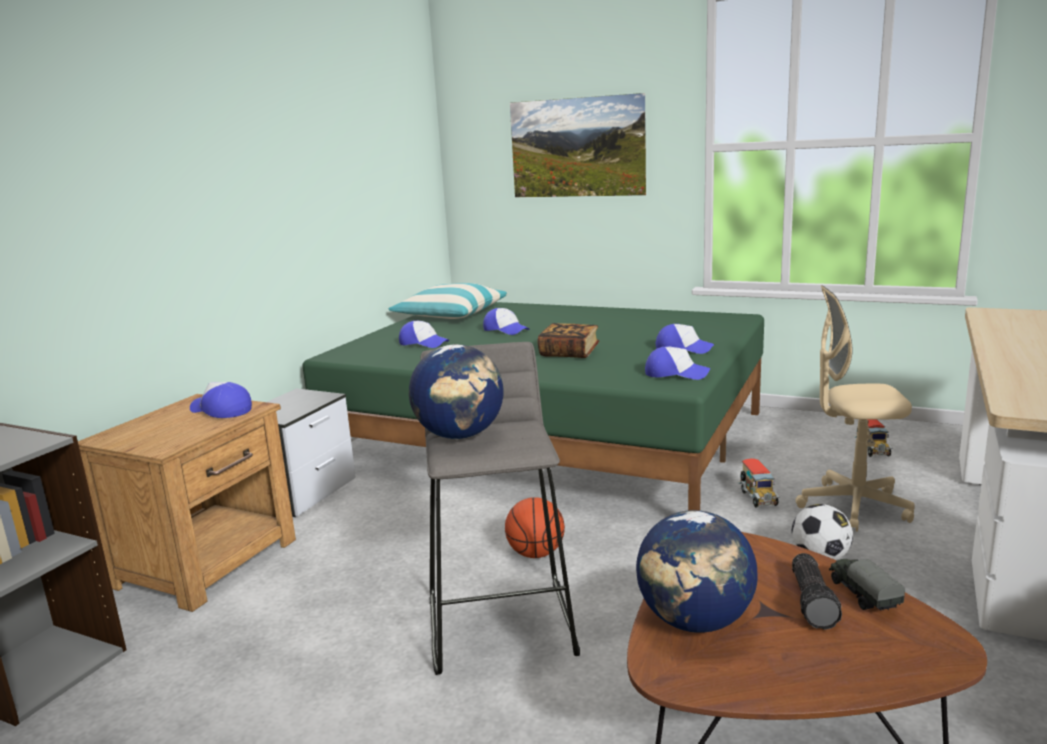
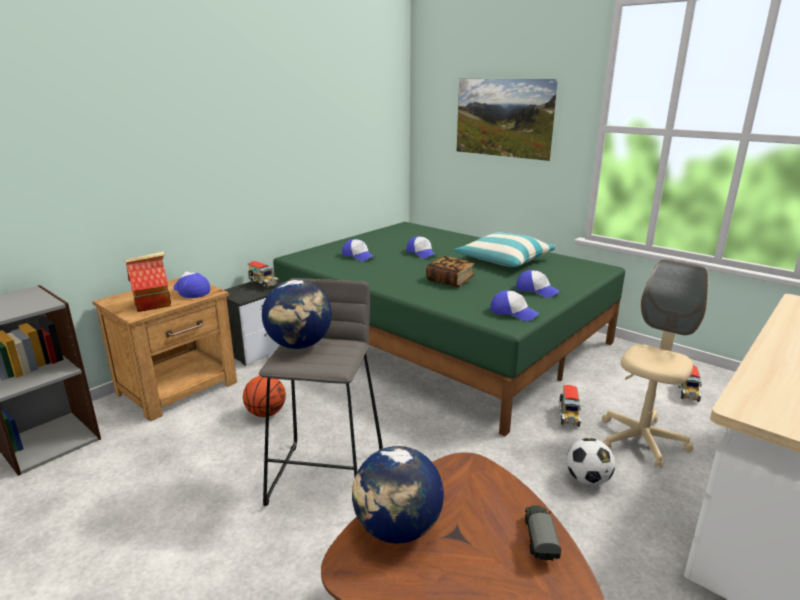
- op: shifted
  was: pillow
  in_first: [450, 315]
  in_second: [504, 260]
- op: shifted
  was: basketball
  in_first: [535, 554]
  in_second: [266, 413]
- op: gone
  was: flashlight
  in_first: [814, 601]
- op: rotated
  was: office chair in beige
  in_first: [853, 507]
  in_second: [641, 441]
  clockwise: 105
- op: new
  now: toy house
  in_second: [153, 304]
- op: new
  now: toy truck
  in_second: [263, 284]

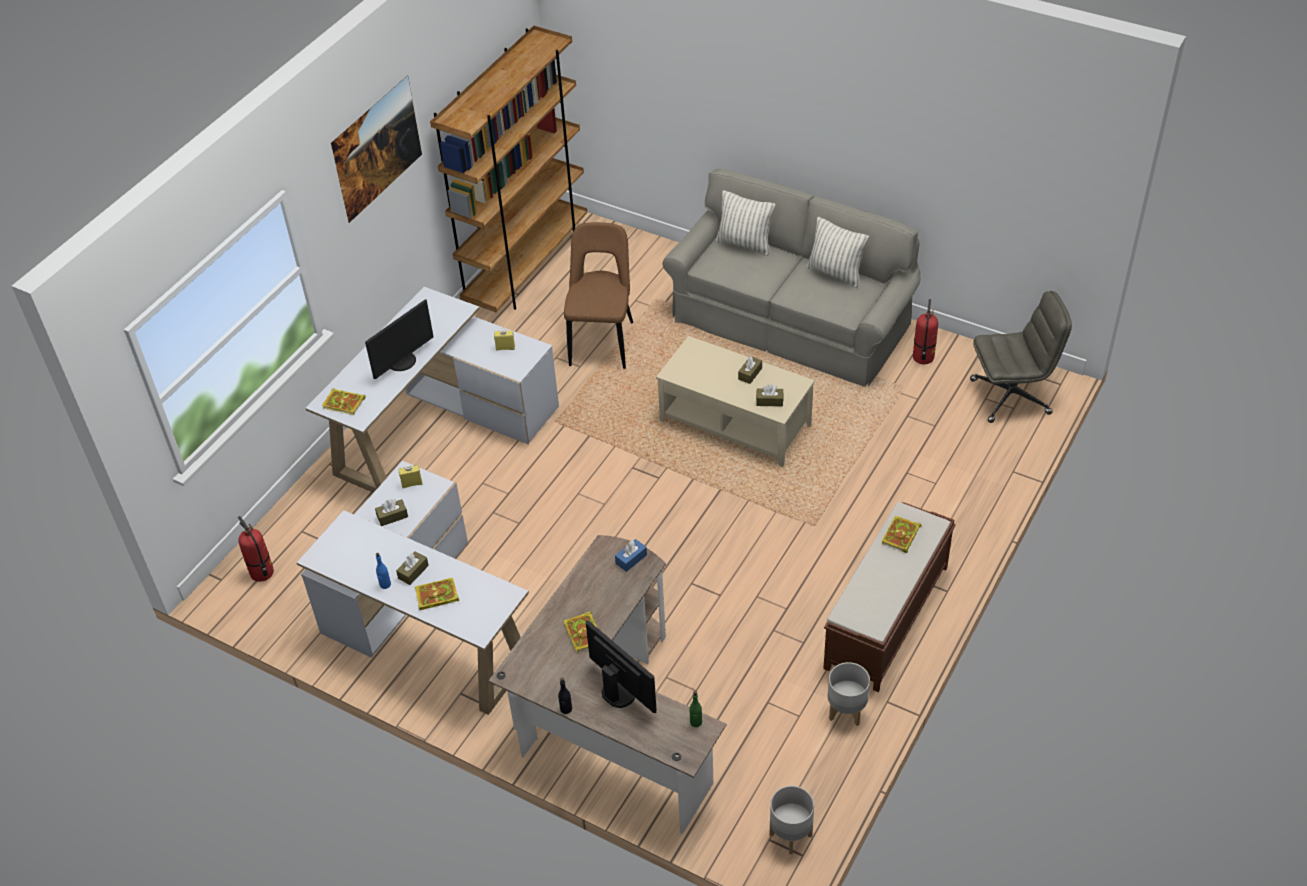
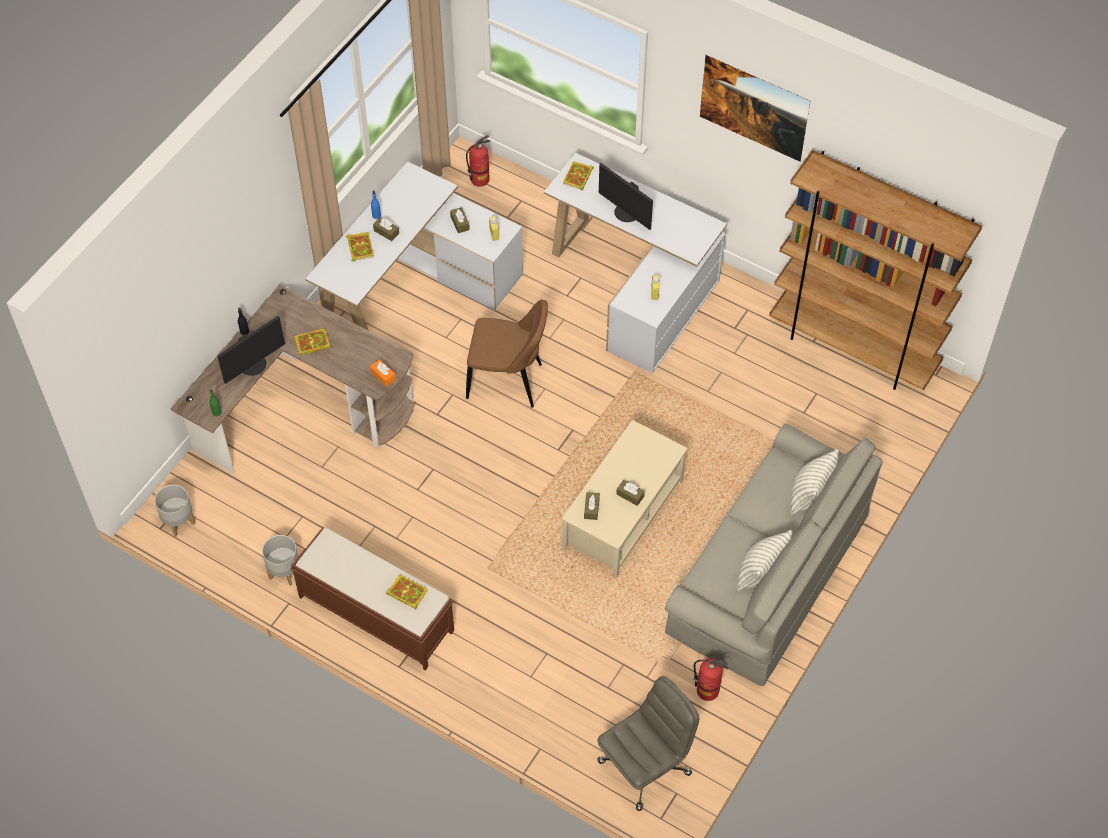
- op: shifted
  was: chair in brown
  in_first: [602, 341]
  in_second: [508, 382]
- op: repainted
  was: tissue box in blue
  now: tissue box in orange
  in_first: [631, 559]
  in_second: [383, 375]
- op: rotated
  was: office chair in grey
  in_first: [1011, 396]
  in_second: [645, 766]
  clockwise: -120

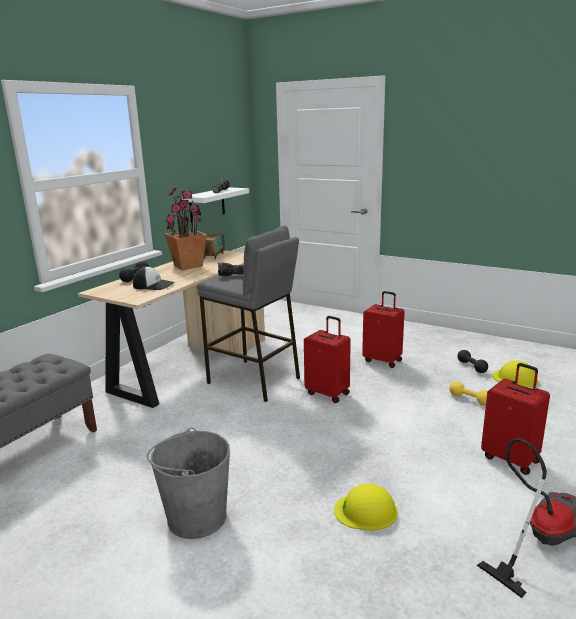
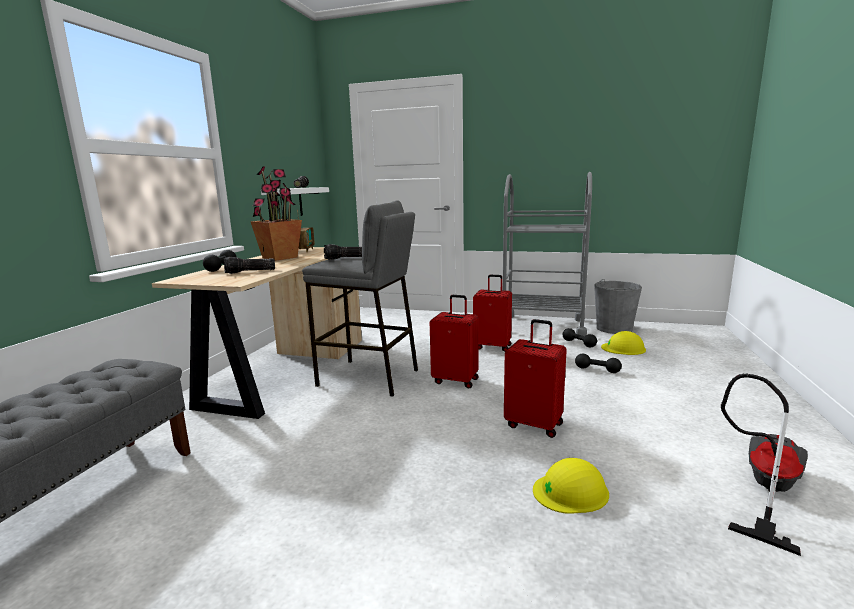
- op: swapped
  was: cap
  now: flashlight
  in_first: [154, 285]
  in_second: [250, 272]
- op: shifted
  was: bucket in grey
  in_first: [196, 517]
  in_second: [613, 328]
- op: repainted
  was: dumbbell in yellow
  now: dumbbell in black
  in_first: [469, 399]
  in_second: [597, 370]
- op: shifted
  was: suitcase in red
  in_first: [511, 458]
  in_second: [534, 424]
- op: new
  now: cart in grey
  in_second: [542, 326]

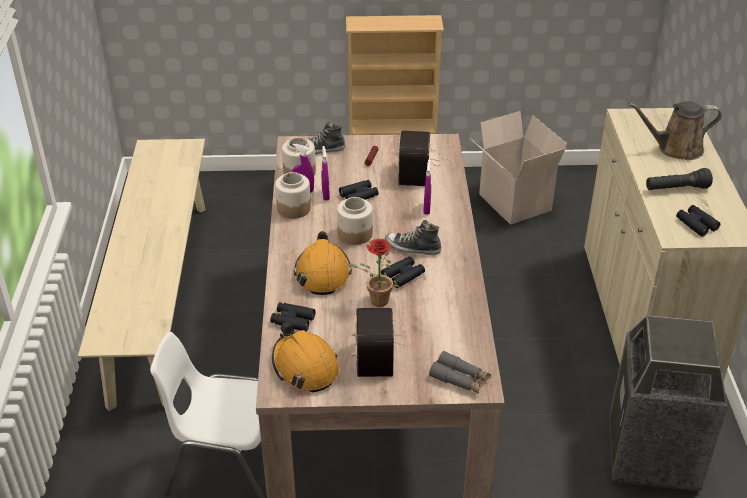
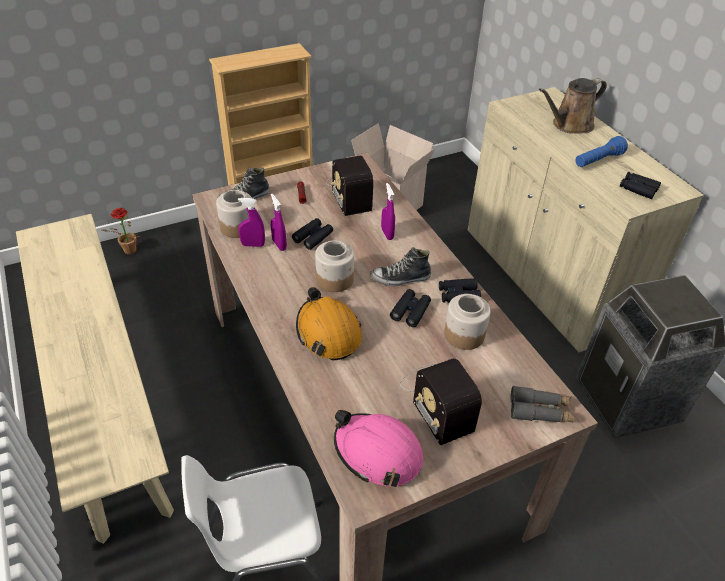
- op: shifted
  was: binoculars in black
  in_first: [292, 320]
  in_second: [458, 295]
- op: repainted
  was: hard hat in orange
  now: hard hat in pink
  in_first: [305, 366]
  in_second: [377, 453]
- op: shifted
  was: jar
  in_first: [293, 208]
  in_second: [463, 334]
- op: shifted
  was: potted plant
  in_first: [375, 302]
  in_second: [127, 252]
- op: repainted
  was: flashlight in black
  now: flashlight in blue
  in_first: [676, 189]
  in_second: [598, 161]

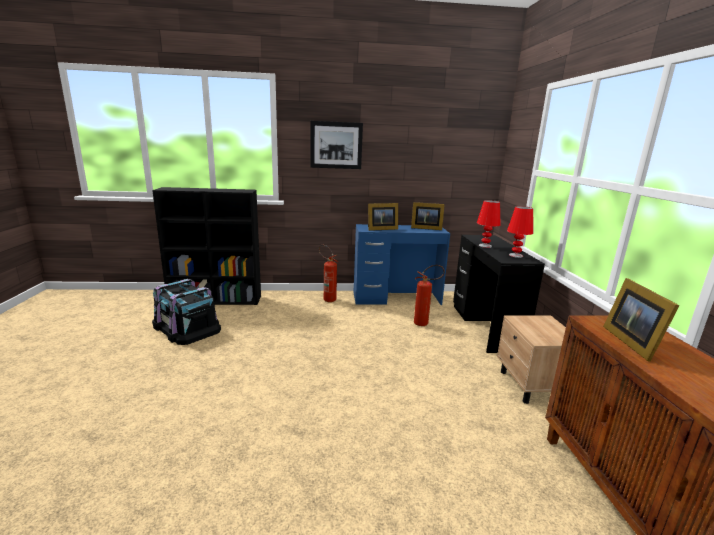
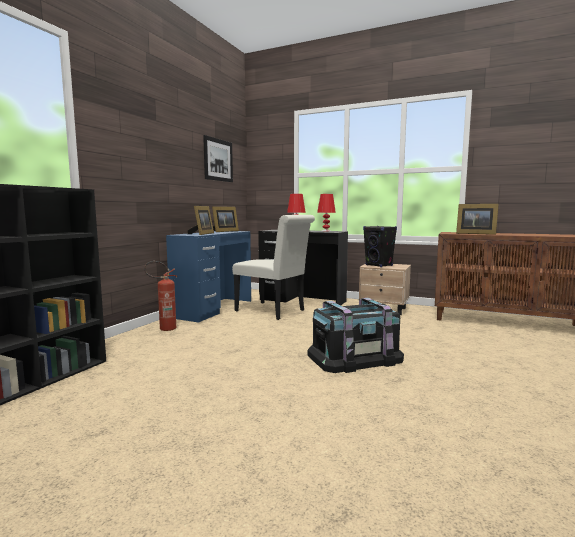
- op: shifted
  was: storage box in black
  in_first: [186, 327]
  in_second: [355, 357]
- op: shifted
  was: picture
  in_first: [336, 145]
  in_second: [218, 160]
- op: swapped
  was: fire extinguisher
  now: chair in white
  in_first: [424, 323]
  in_second: [273, 311]
- op: new
  now: speaker in black
  in_second: [379, 265]

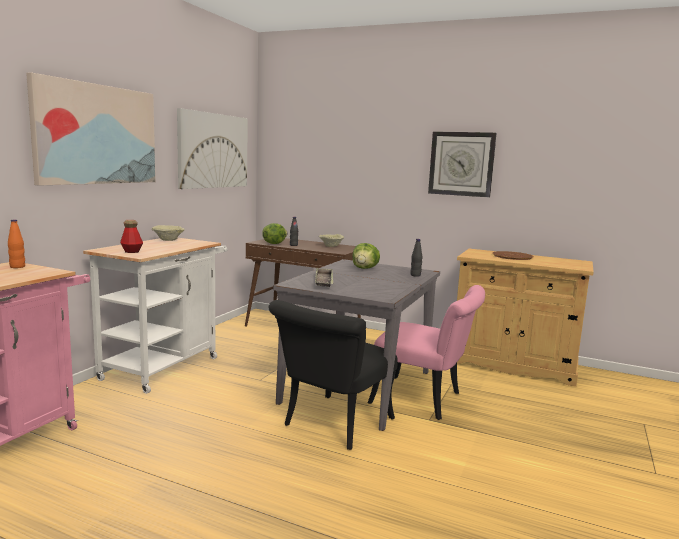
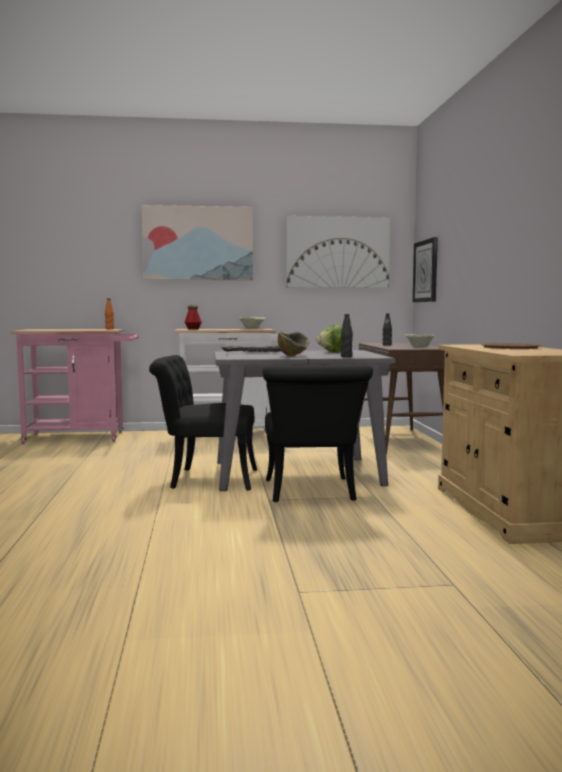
- op: gone
  was: lettuce
  in_first: [274, 243]
- op: repainted
  was: chair in pink
  now: chair in black
  in_first: [425, 400]
  in_second: [311, 493]
- op: shifted
  was: wall clock
  in_first: [461, 164]
  in_second: [426, 271]
- op: new
  now: bowl
  in_second: [293, 356]

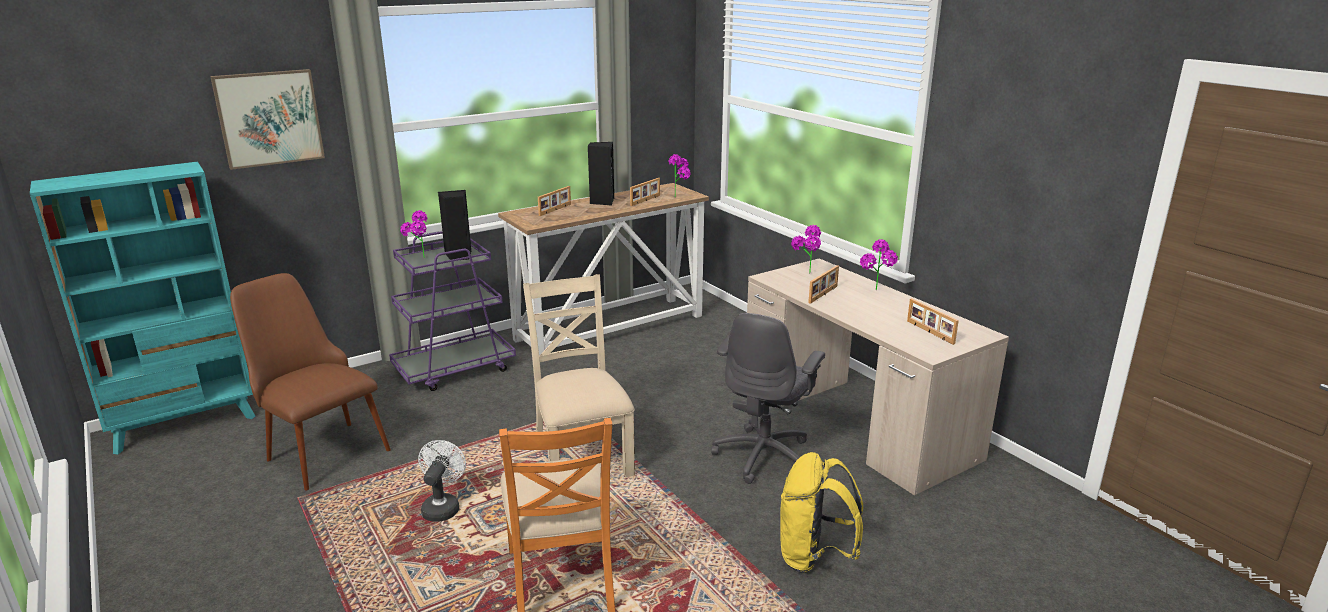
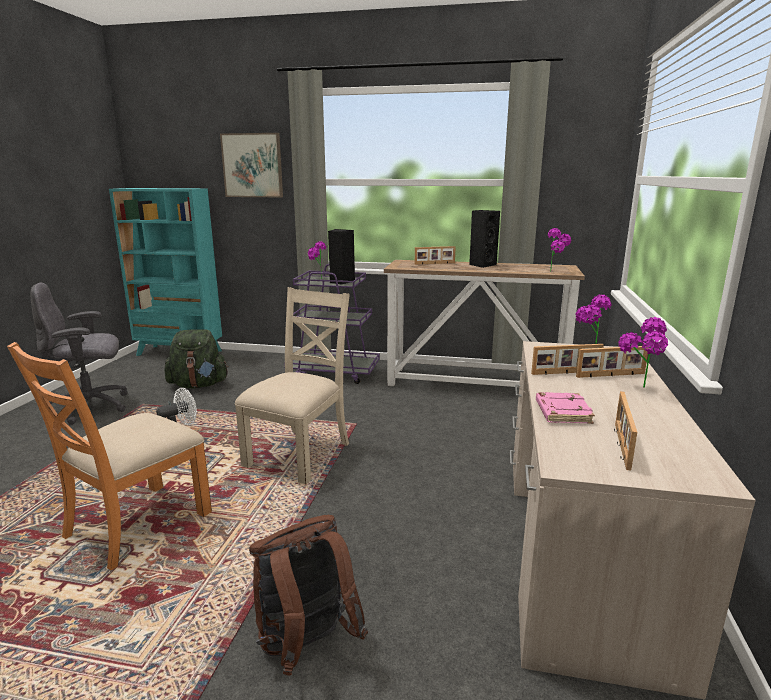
- op: swapped
  was: chair in brown
  now: backpack in green
  in_first: [319, 448]
  in_second: [199, 385]
- op: shifted
  was: picture frame
  in_first: [646, 200]
  in_second: [611, 375]
- op: shifted
  was: office chair in grey
  in_first: [764, 455]
  in_second: [91, 407]
- op: repainted
  was: backpack in yellow
  now: backpack in brown
  in_first: [814, 557]
  in_second: [306, 647]
- op: new
  now: book in pink
  in_second: [561, 412]

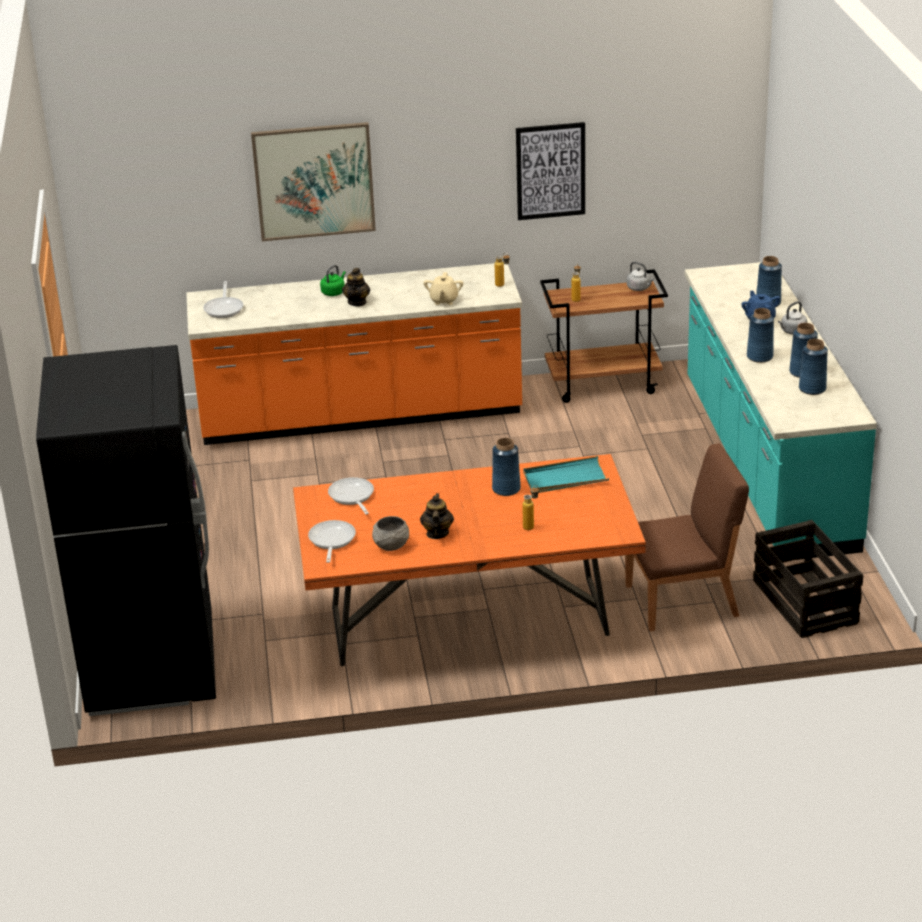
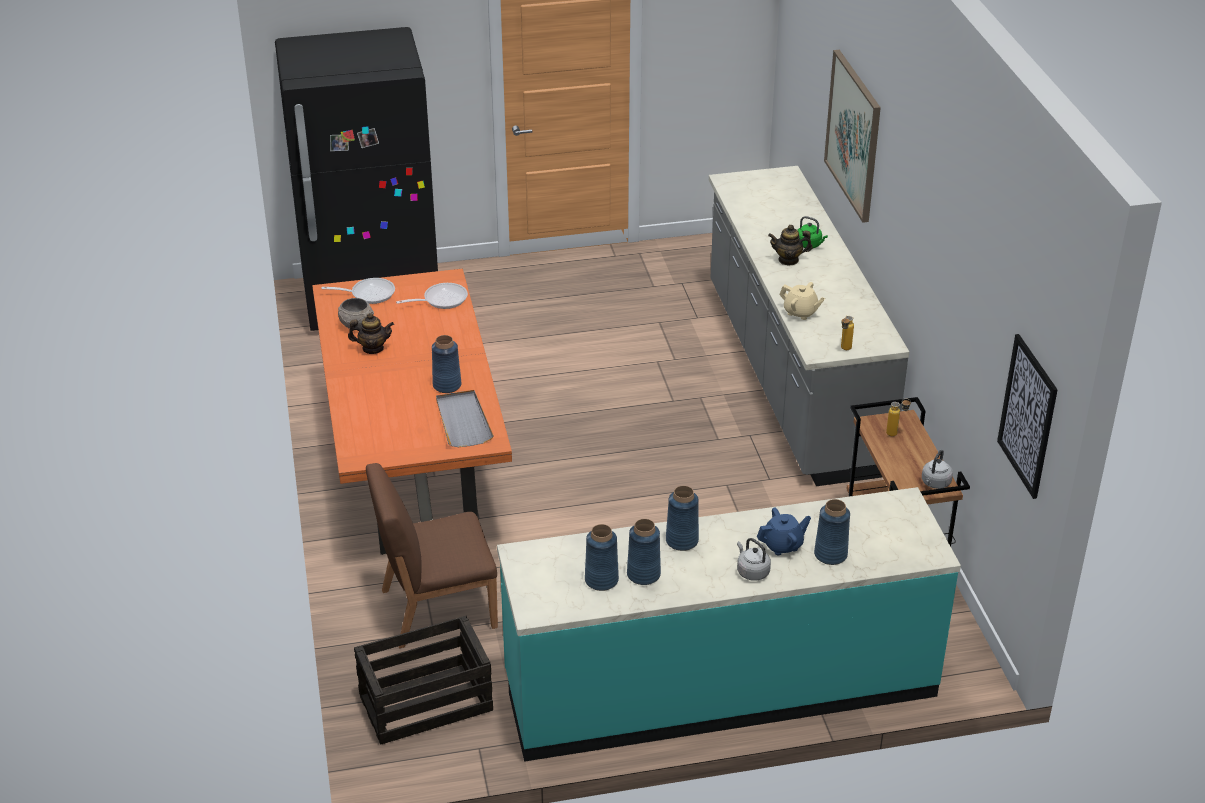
- op: repainted
  was: counter in orange
  now: counter in grey
  in_first: [360, 415]
  in_second: [792, 377]
- op: gone
  was: frying pan
  in_first: [224, 308]
- op: rotated
  was: teapot in beige
  in_first: [444, 300]
  in_second: [800, 312]
  clockwise: -150
- op: shifted
  was: picture
  in_first: [550, 171]
  in_second: [1027, 416]
- op: gone
  was: bottle
  in_first: [531, 525]
- op: repainted
  was: tray in turquoise
  now: tray in grey
  in_first: [565, 478]
  in_second: [463, 421]
- op: rotated
  was: chair in brown
  in_first: [683, 600]
  in_second: [437, 608]
  clockwise: 90

